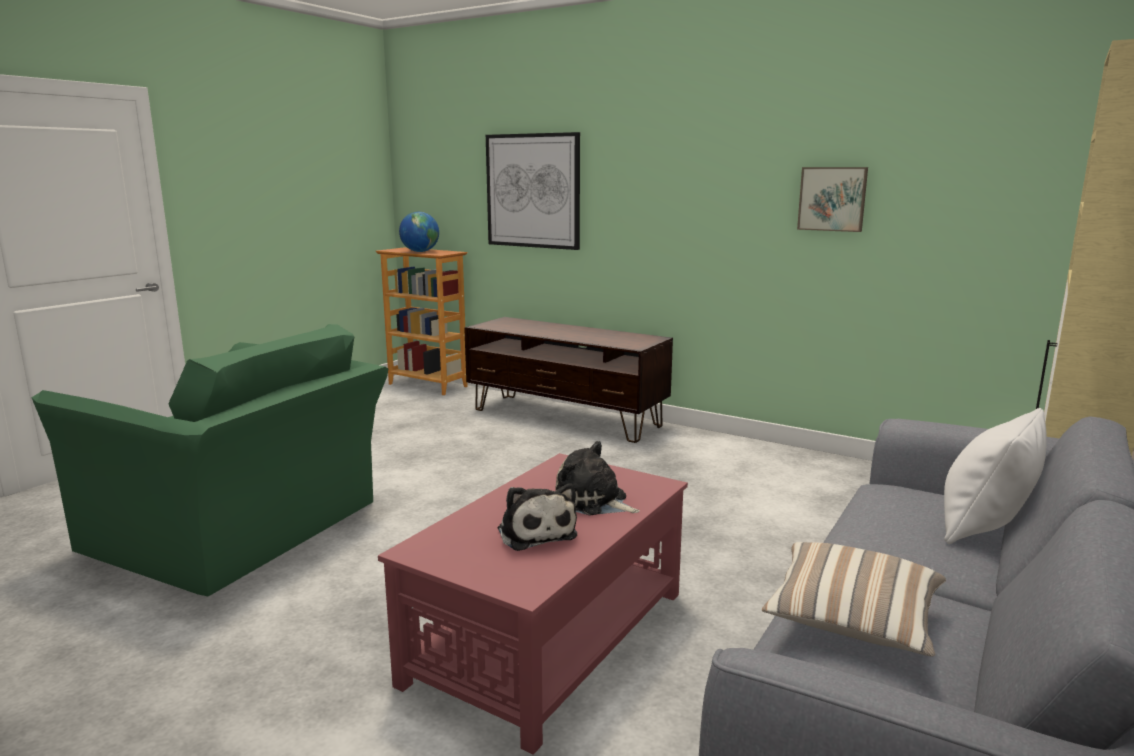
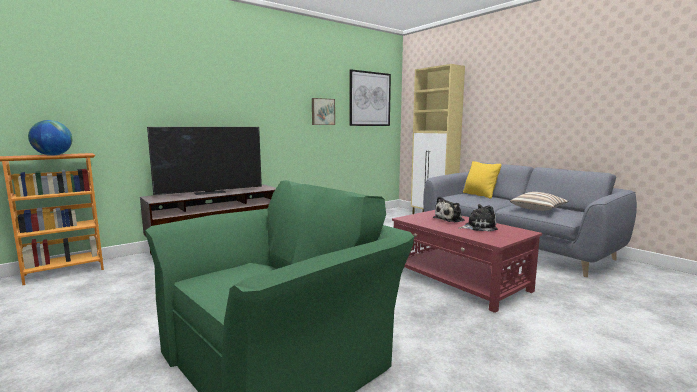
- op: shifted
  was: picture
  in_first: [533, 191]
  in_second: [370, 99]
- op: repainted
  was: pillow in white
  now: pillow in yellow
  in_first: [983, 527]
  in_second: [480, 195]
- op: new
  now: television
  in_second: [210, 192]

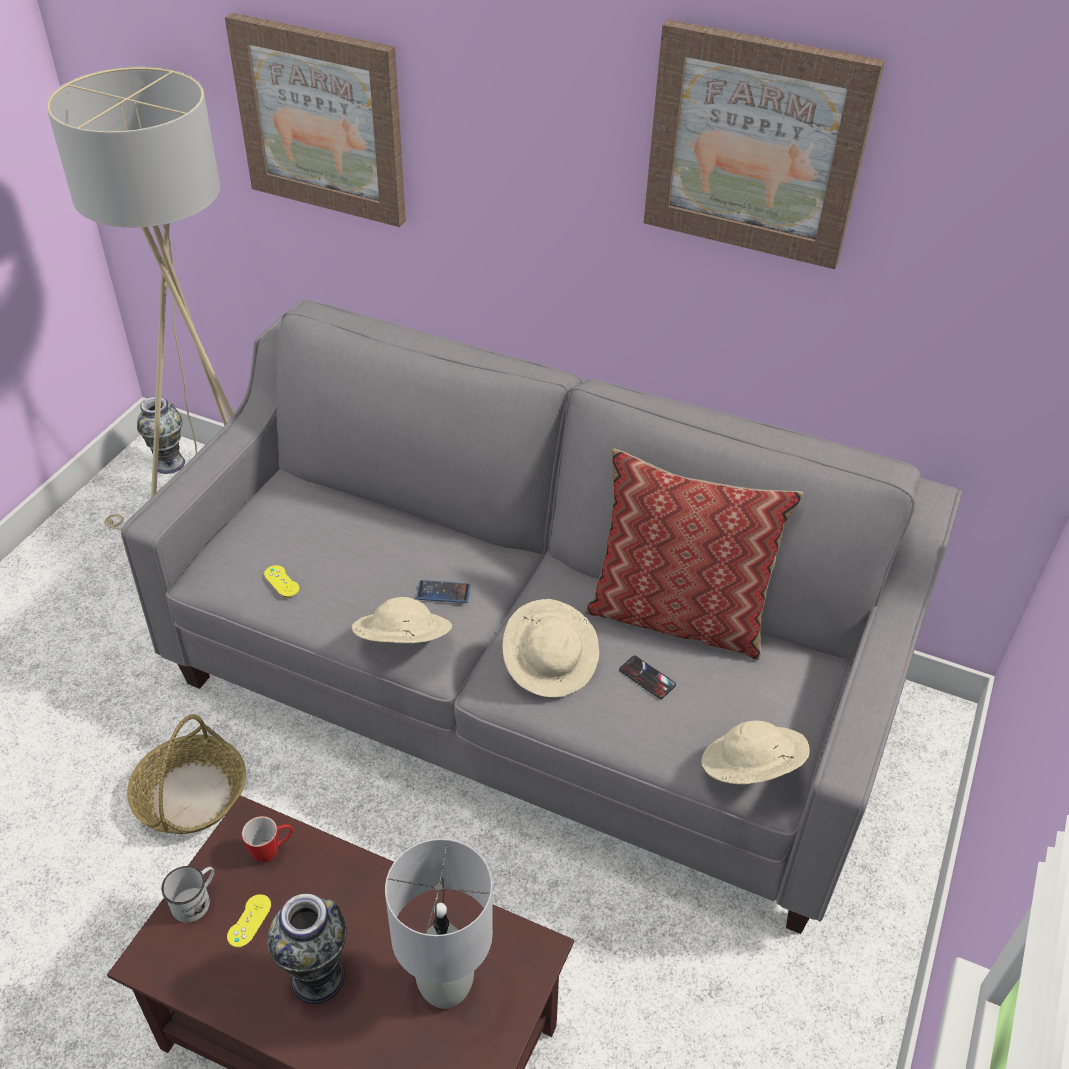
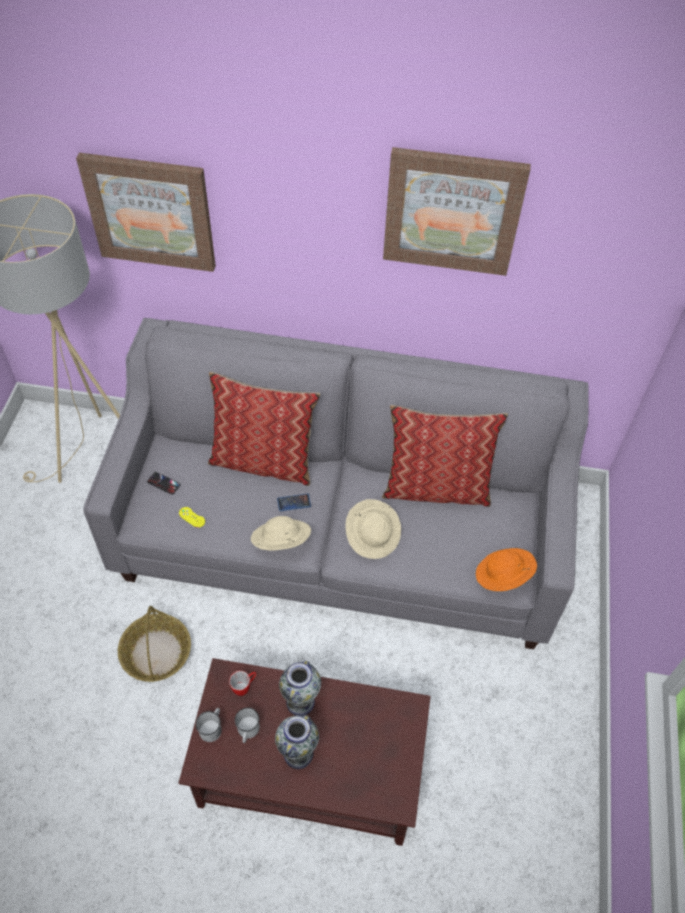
- op: shifted
  was: vase
  in_first: [169, 463]
  in_second: [300, 701]
- op: swapped
  was: game controller in yellow
  now: mug in white
  in_first: [249, 921]
  in_second: [247, 731]
- op: gone
  was: table lamp in grey
  in_first: [445, 985]
- op: shifted
  was: phone
  in_first: [647, 677]
  in_second: [163, 483]
- op: repainted
  was: hat in beige
  now: hat in orange
  in_first: [750, 770]
  in_second: [503, 576]
- op: new
  now: pillow
  in_second: [264, 461]

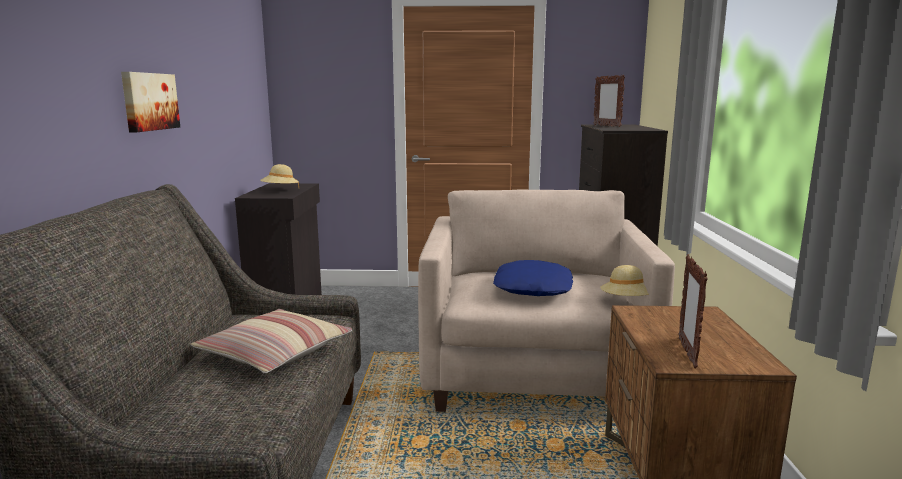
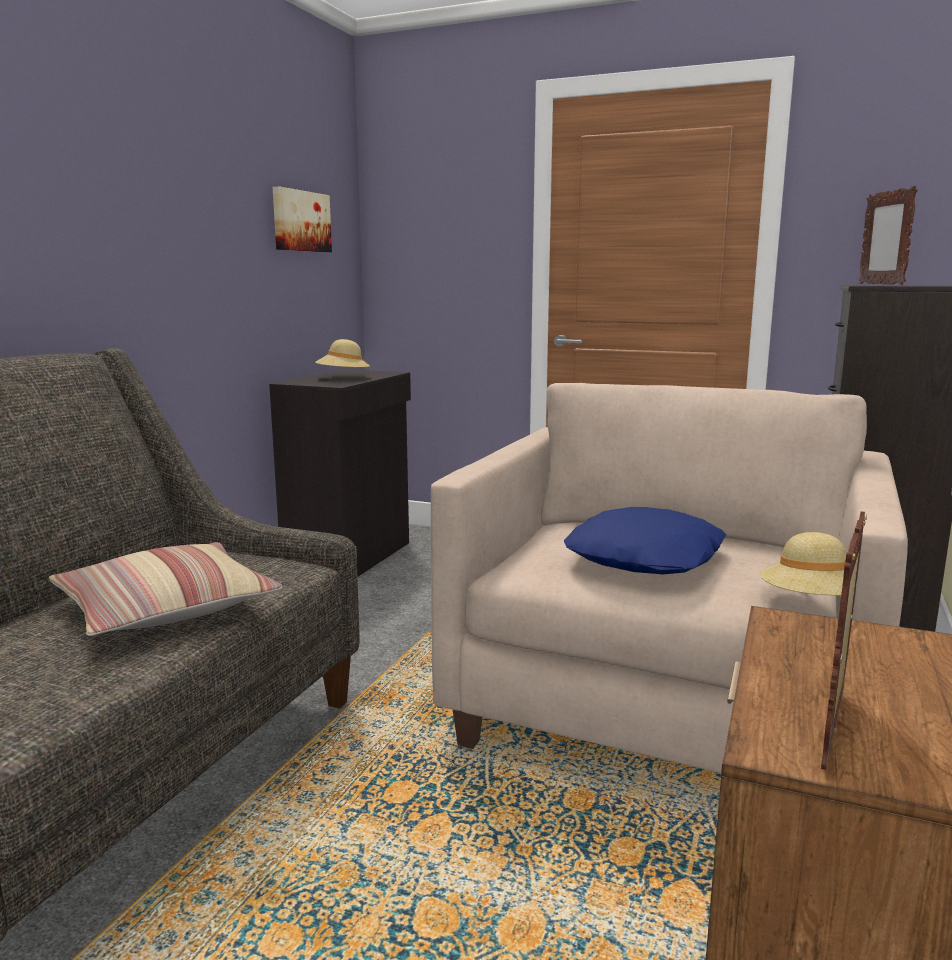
- op: shifted
  was: picture
  in_first: [149, 101]
  in_second: [300, 221]

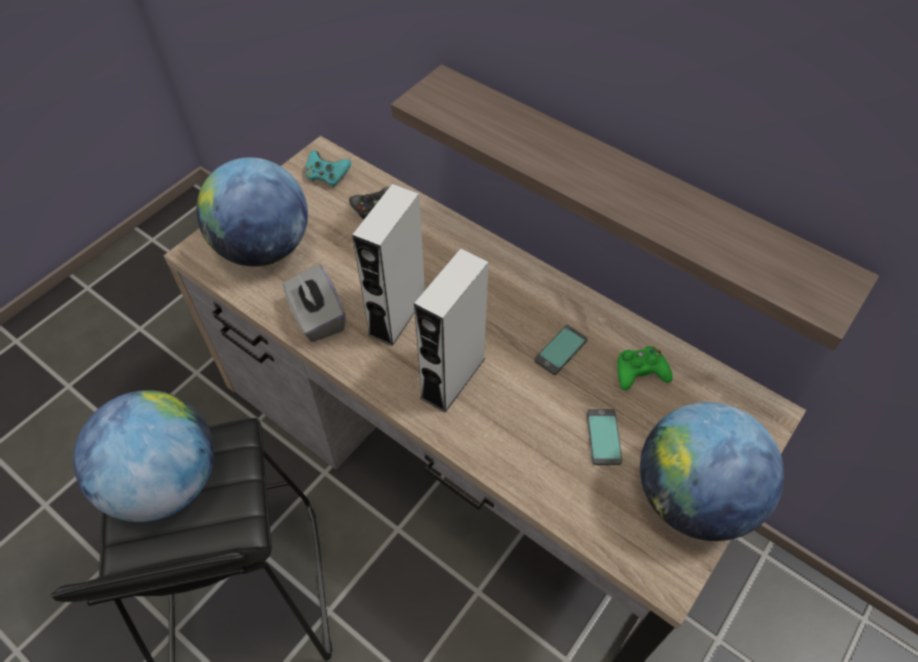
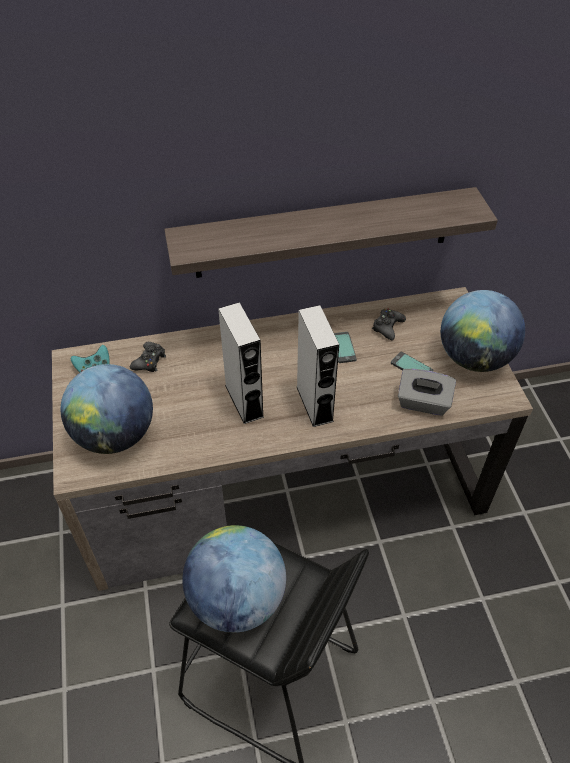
- op: shifted
  was: tissue box in grey
  in_first: [317, 317]
  in_second: [423, 403]
- op: repainted
  was: game controller in green
  now: game controller in black
  in_first: [640, 372]
  in_second: [387, 327]

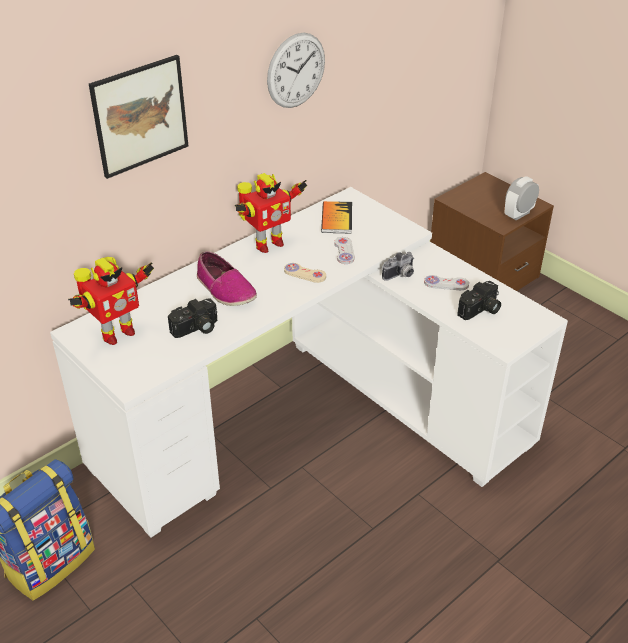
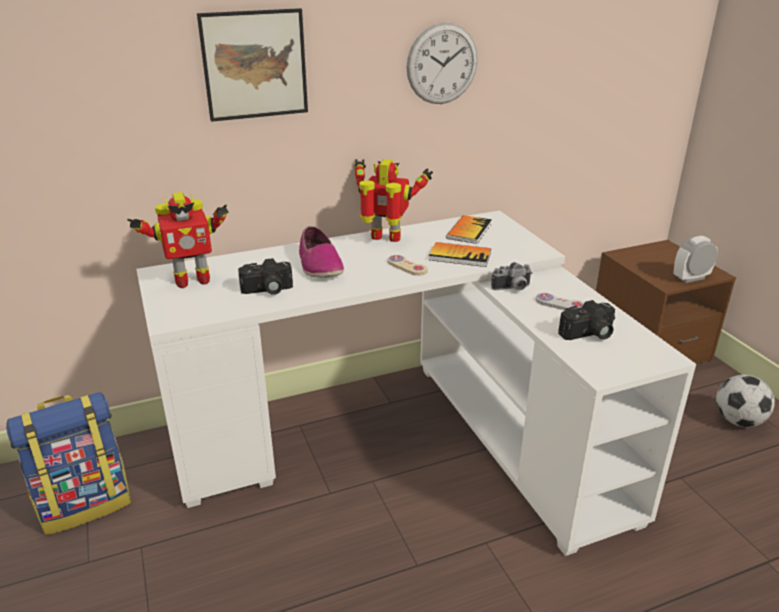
- op: rotated
  was: toy robot
  in_first: [267, 244]
  in_second: [386, 239]
  clockwise: -150
- op: swapped
  was: game controller in white
  now: book
  in_first: [344, 251]
  in_second: [460, 256]
- op: new
  now: football
  in_second: [738, 421]

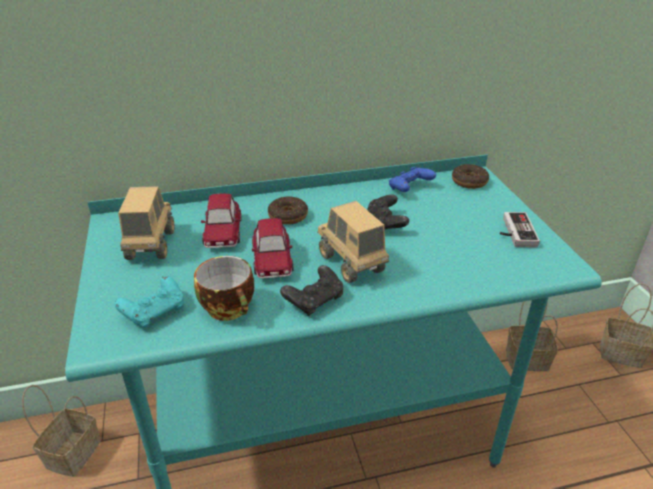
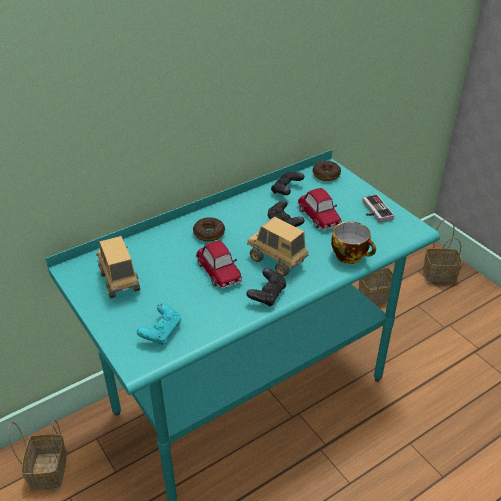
- op: shifted
  was: cup
  in_first: [230, 308]
  in_second: [351, 255]
- op: shifted
  was: toy car
  in_first: [223, 232]
  in_second: [319, 216]
- op: repainted
  was: game controller in blue
  now: game controller in black
  in_first: [409, 189]
  in_second: [286, 190]

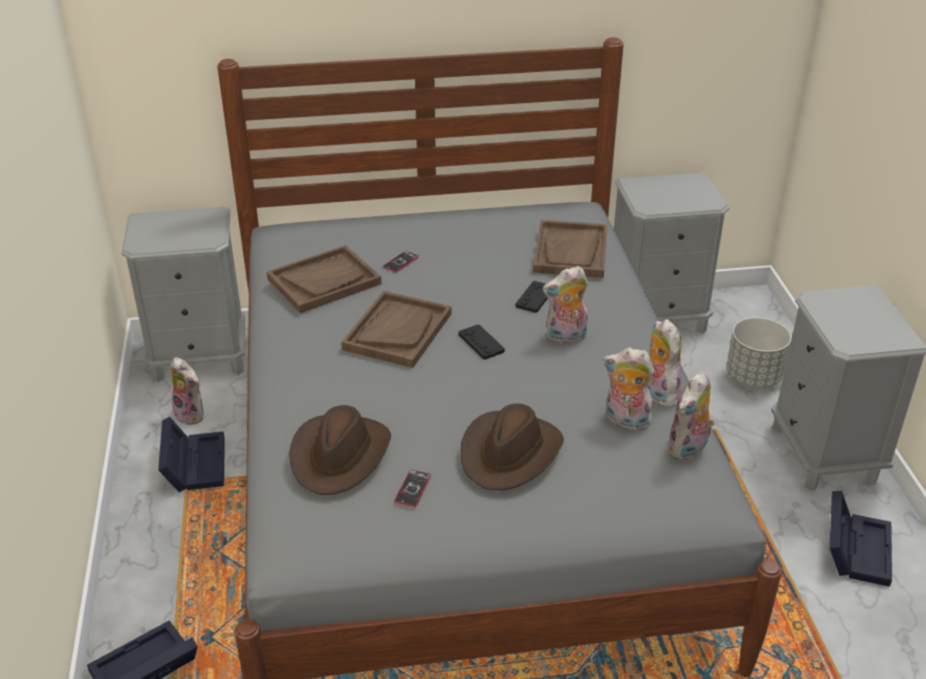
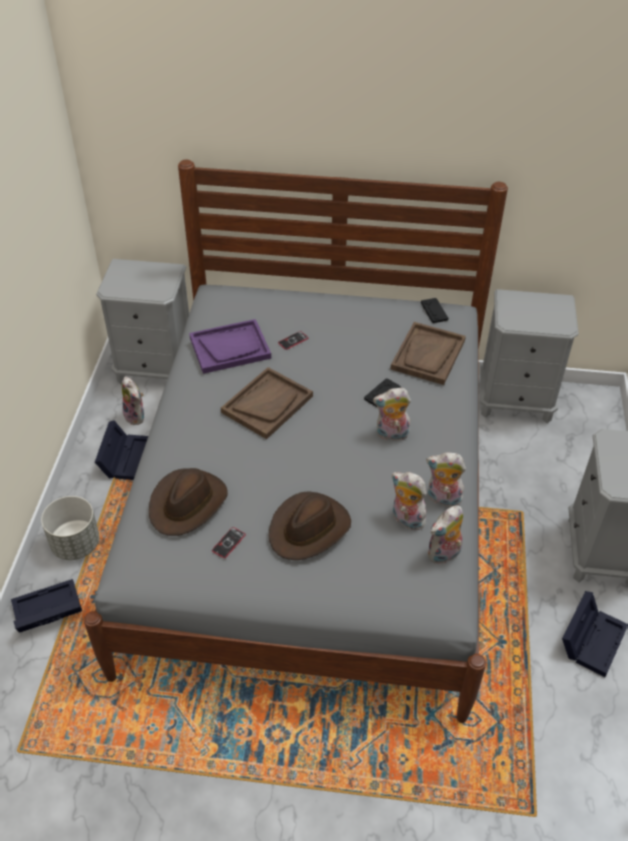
- op: repainted
  was: tray in brown
  now: tray in purple
  in_first: [324, 281]
  in_second: [230, 348]
- op: shifted
  was: game controller in black
  in_first: [481, 343]
  in_second: [434, 311]
- op: rotated
  was: plush toy
  in_first: [658, 392]
  in_second: [442, 499]
  clockwise: -75
- op: shifted
  was: planter in grey
  in_first: [753, 376]
  in_second: [76, 544]

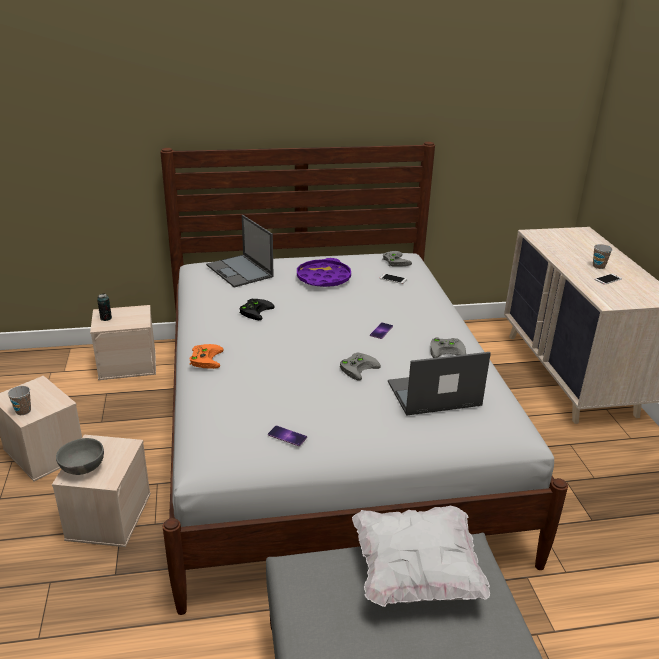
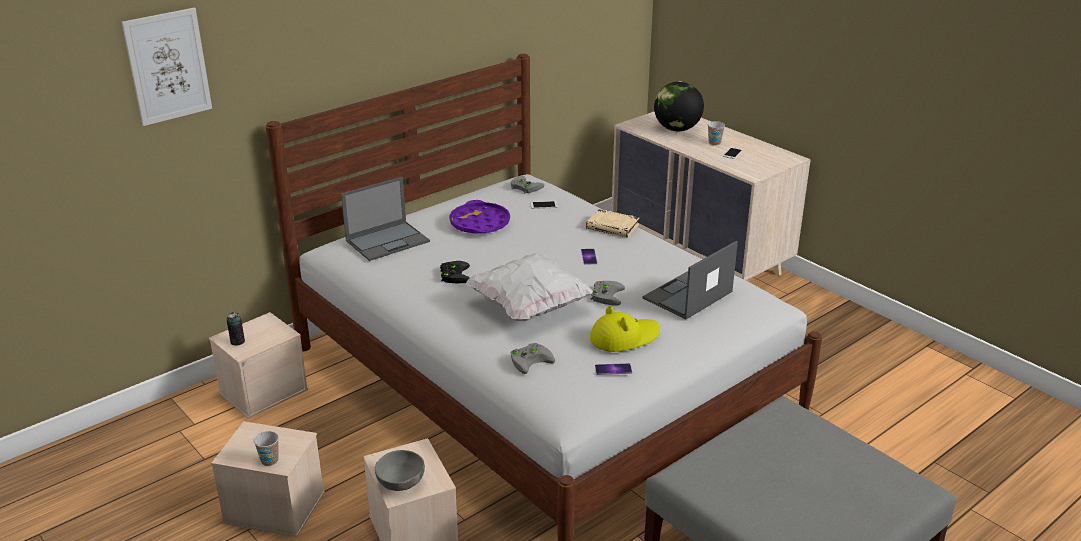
- op: gone
  was: game controller in orange
  in_first: [205, 358]
- op: rotated
  was: laptop
  in_first: [240, 271]
  in_second: [388, 241]
  clockwise: -60
- op: shifted
  was: pillow in white
  in_first: [416, 574]
  in_second: [529, 306]
- op: shifted
  was: game controller in grey
  in_first: [447, 350]
  in_second: [531, 359]
- op: new
  now: picture
  in_second: [168, 66]
- op: new
  now: book in beige
  in_second: [613, 227]
- op: new
  now: hat in yellow
  in_second: [624, 337]
- op: new
  now: globe
  in_second: [677, 129]

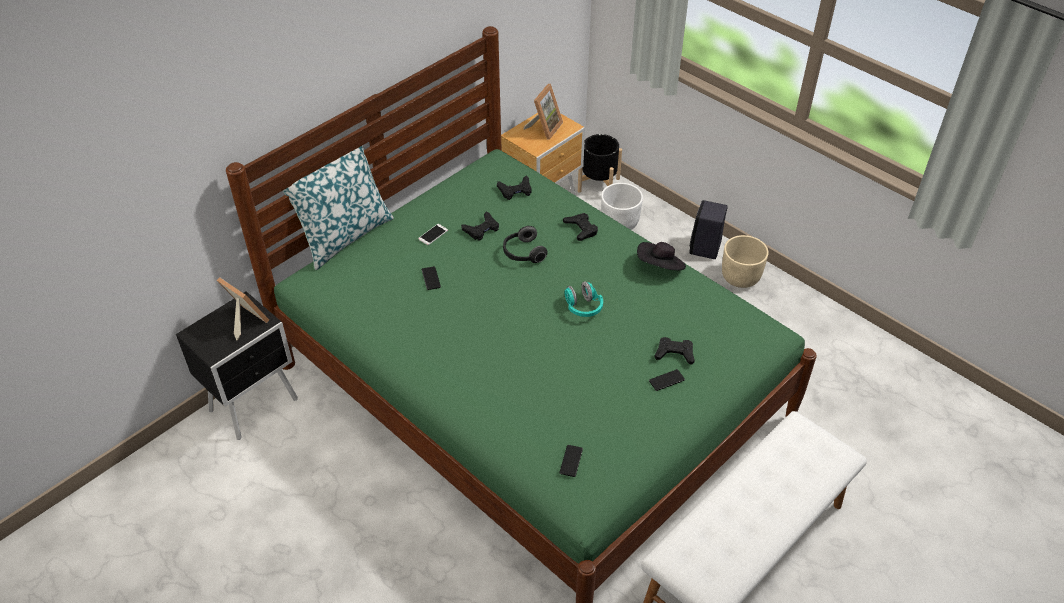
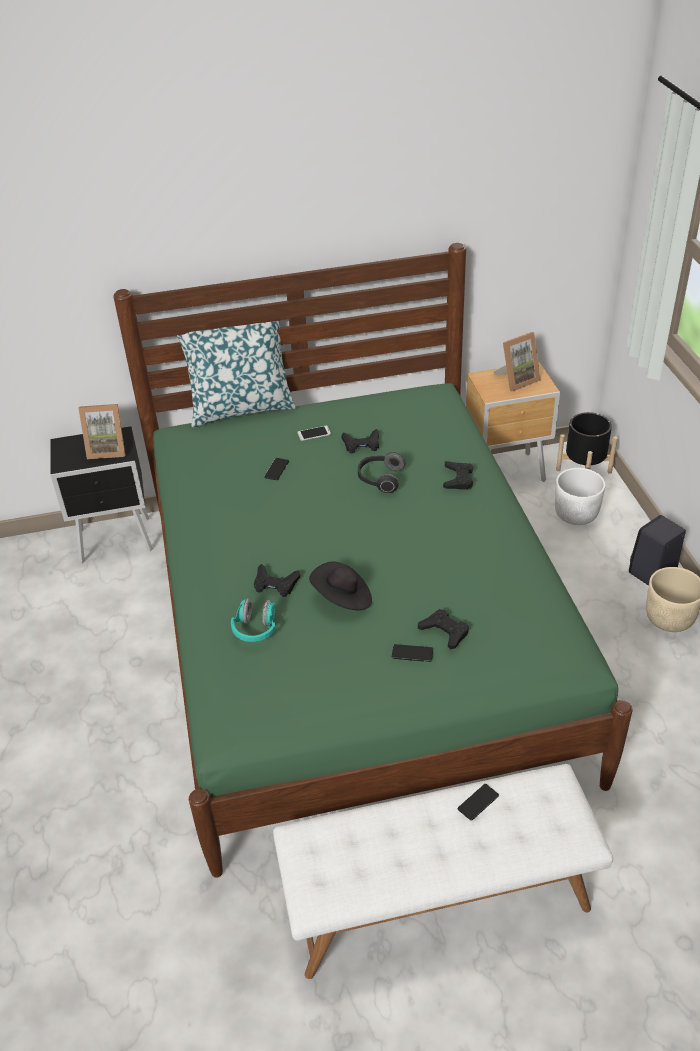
- op: rotated
  was: picture frame
  in_first: [244, 321]
  in_second: [107, 449]
  clockwise: 105
- op: shifted
  was: game controller in black
  in_first: [515, 191]
  in_second: [275, 584]
- op: shifted
  was: phone
  in_first: [571, 461]
  in_second: [478, 802]
- op: shifted
  was: headphones in turquoise
  in_first: [583, 307]
  in_second: [255, 629]
- op: shifted
  was: hat in black
  in_first: [660, 267]
  in_second: [343, 598]

